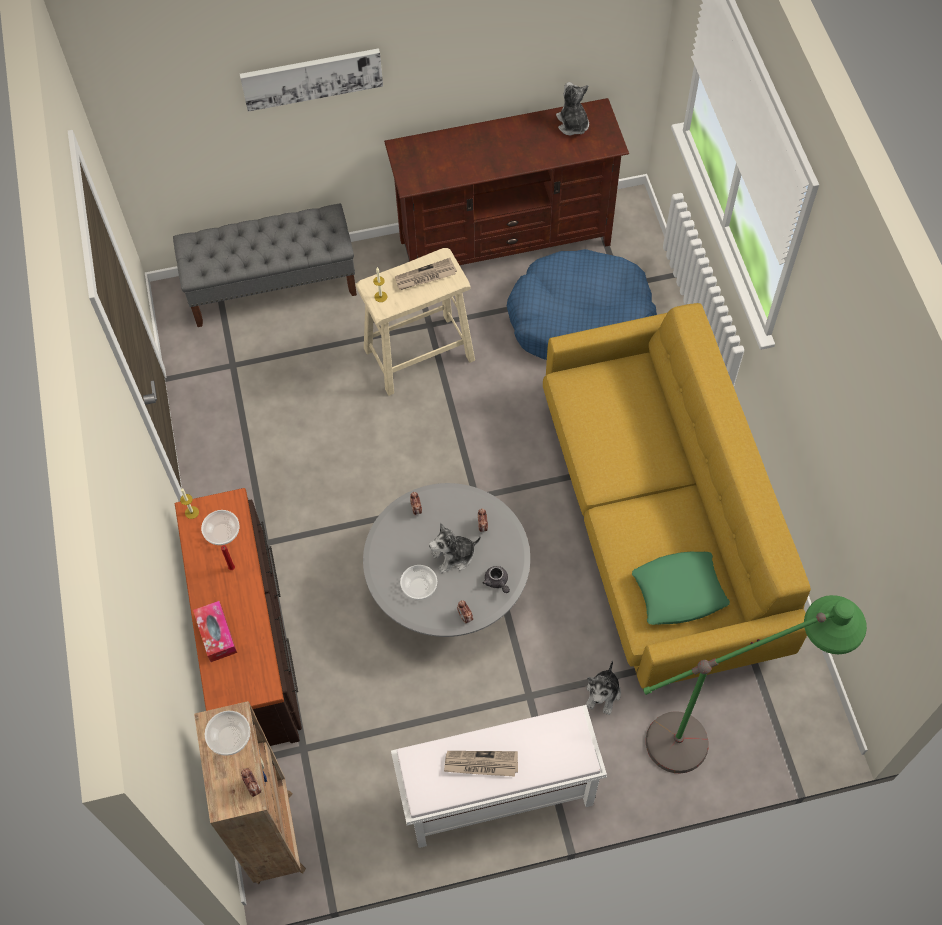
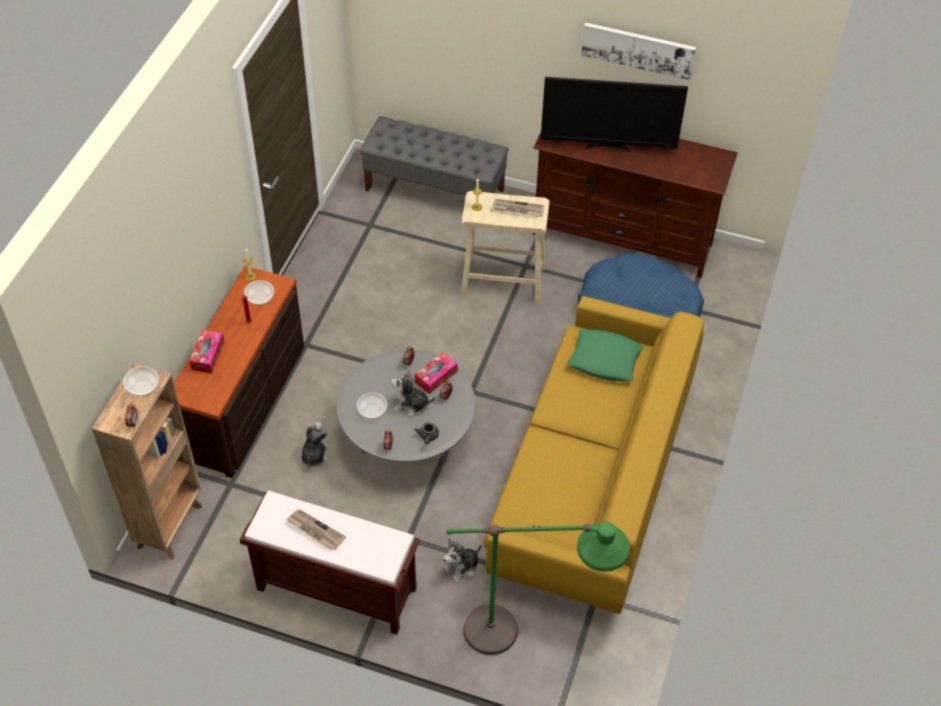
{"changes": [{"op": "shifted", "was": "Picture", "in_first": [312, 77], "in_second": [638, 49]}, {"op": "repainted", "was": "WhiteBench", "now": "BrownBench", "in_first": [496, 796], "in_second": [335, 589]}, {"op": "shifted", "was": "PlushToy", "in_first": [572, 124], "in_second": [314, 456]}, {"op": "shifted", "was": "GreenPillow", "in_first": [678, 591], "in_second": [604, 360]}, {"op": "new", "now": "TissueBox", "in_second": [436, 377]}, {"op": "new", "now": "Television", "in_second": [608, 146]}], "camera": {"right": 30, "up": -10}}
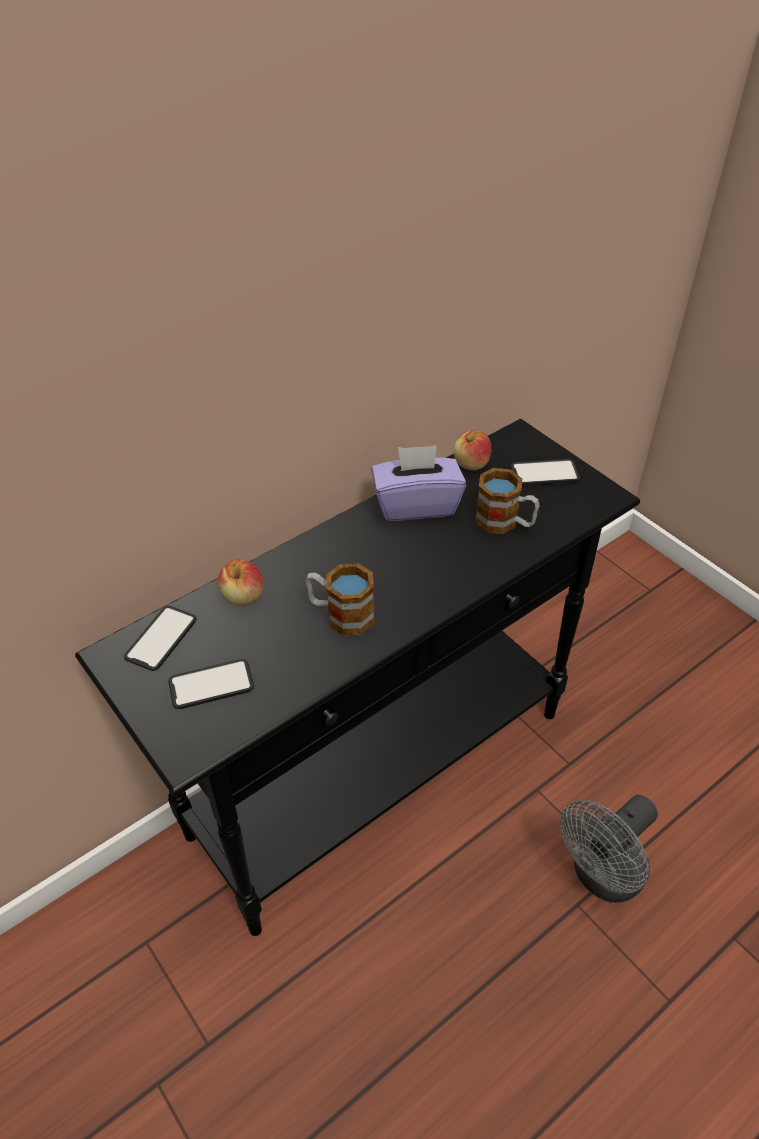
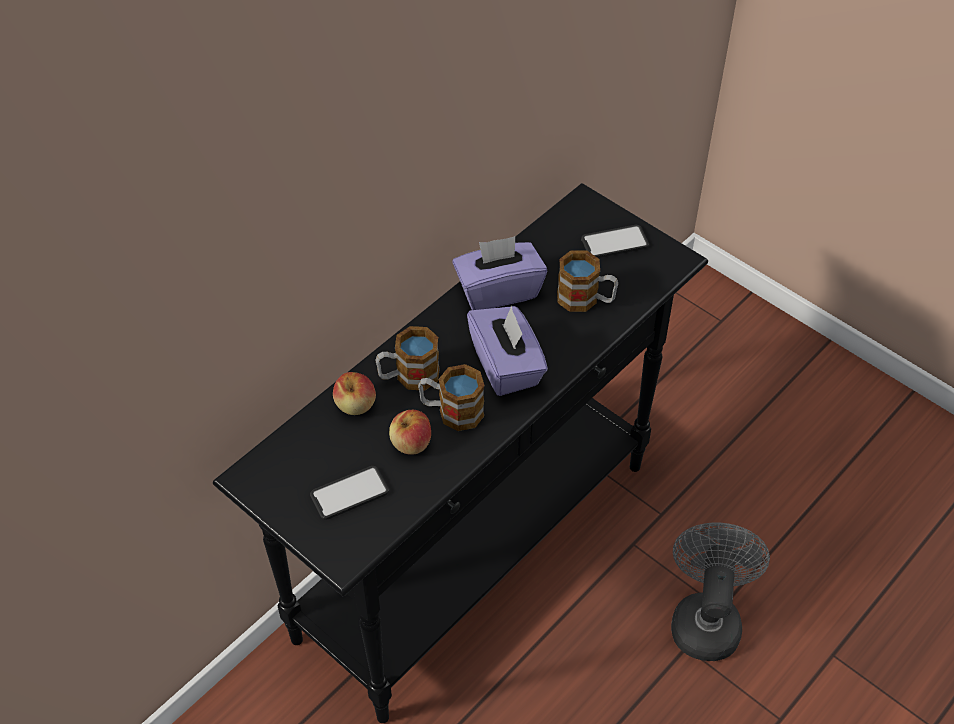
{"changes": [{"op": "gone", "was": "Phone", "in_first": [161, 638]}, {"op": "shifted", "was": "Apple", "in_first": [471, 463], "in_second": [411, 443]}, {"op": "rotated", "was": "GreyFan", "in_first": [601, 877], "in_second": [706, 618], "clockwise": 150}, {"op": "new", "now": "Mug", "in_second": [408, 376]}, {"op": "new", "now": "PurpleTissueBox", "in_second": [506, 366]}], "camera": {"right": -10, "up": 5}}
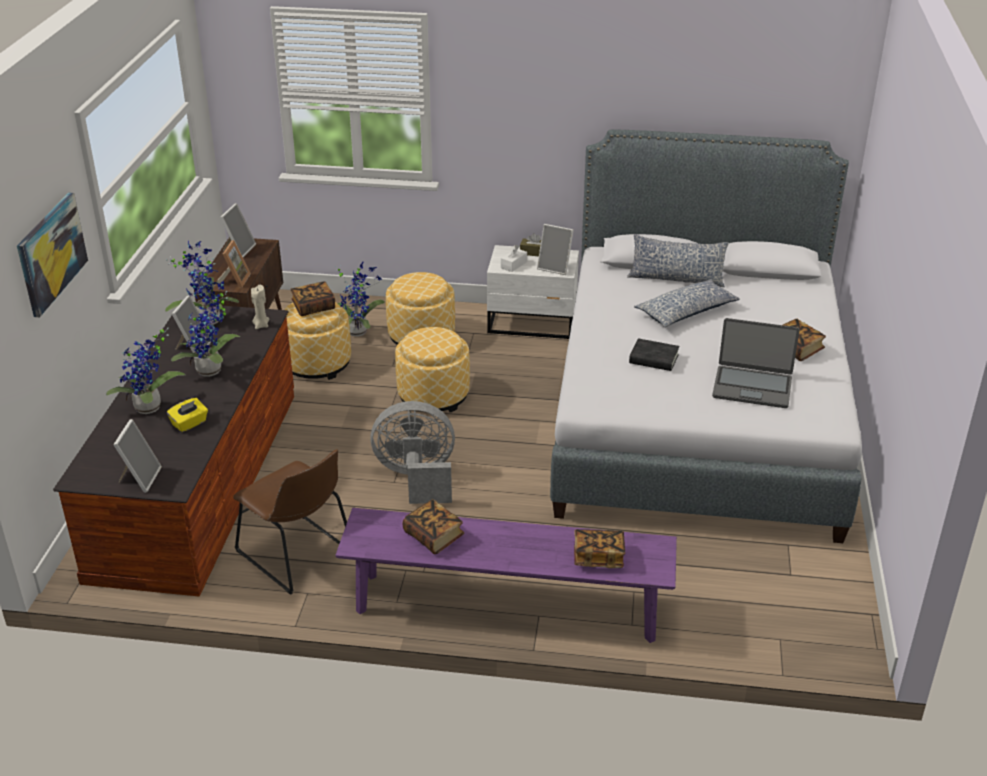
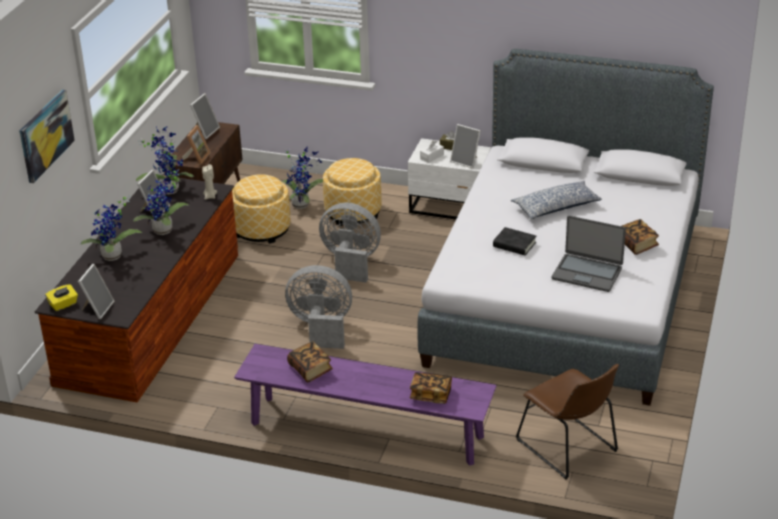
{"changes": [{"op": "shifted", "was": "YellowTissueBox", "in_first": [189, 423], "in_second": [63, 304]}, {"op": "shifted", "was": "BrownChair", "in_first": [298, 555], "in_second": [569, 448]}, {"op": "gone", "was": "Book", "in_first": [313, 307]}, {"op": "swapped", "was": "Ottoman", "now": "GreyFan", "in_first": [433, 395], "in_second": [350, 262]}, {"op": "gone", "was": "Pillow", "in_first": [676, 279]}], "camera": {"right": 10, "up": 0}}
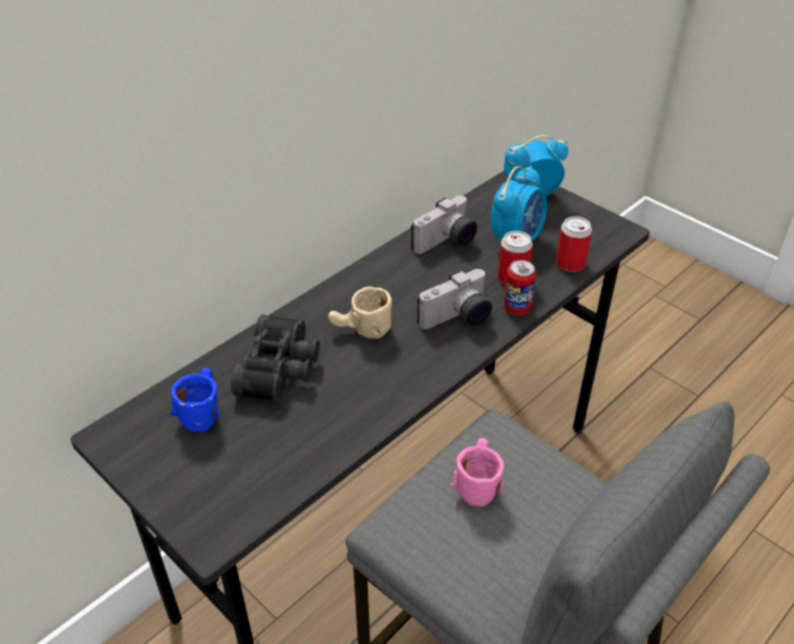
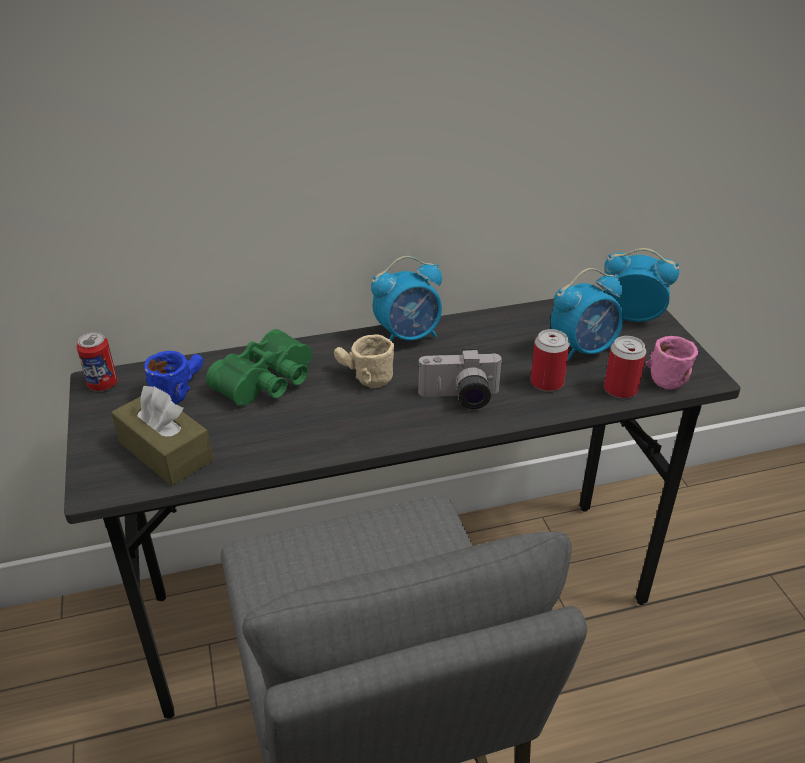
{"changes": [{"op": "repainted", "was": "BlackBinoculars", "now": "GreenBinoculars", "in_first": [282, 369], "in_second": [269, 383]}, {"op": "gone", "was": "PhotoCamera", "in_first": [447, 242]}, {"op": "shifted", "was": "PinkMug", "in_first": [475, 481], "in_second": [671, 374]}, {"op": "shifted", "was": "Can", "in_first": [517, 308], "in_second": [103, 384]}, {"op": "new", "now": "BrownTissueBox", "in_second": [165, 451]}, {"op": "new", "now": "AlarmClock", "in_second": [408, 336]}], "camera": {"right": 30, "up": -5}}
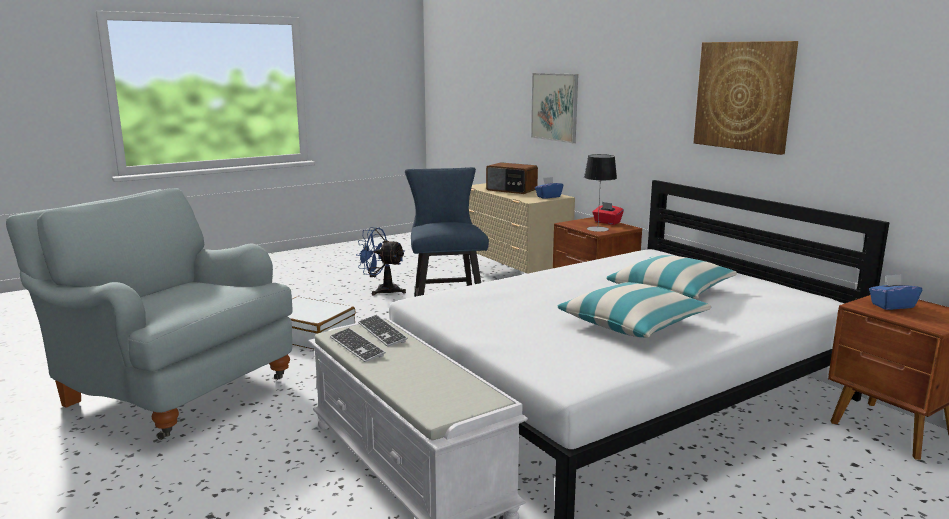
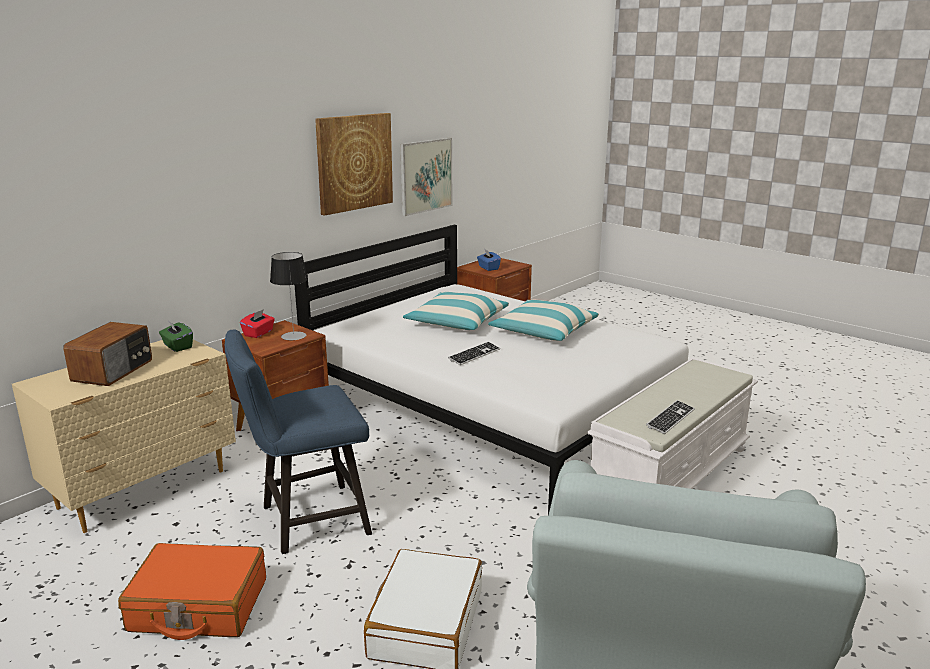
{"changes": [{"op": "swapped", "was": "BlueFan", "now": "OrangeSuitcase", "in_first": [382, 290], "in_second": [198, 606]}, {"op": "shifted", "was": "Keyboard", "in_first": [382, 332], "in_second": [474, 355]}, {"op": "shifted", "was": "Picture", "in_first": [554, 107], "in_second": [426, 176]}, {"op": "repainted", "was": "BlueTissueBox", "now": "GreenTissueBox", "in_first": [548, 197], "in_second": [177, 346]}], "camera": {"right": -105, "up": 5}}
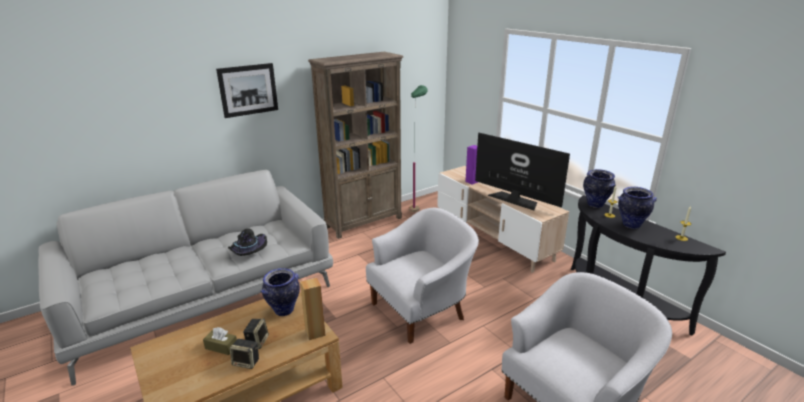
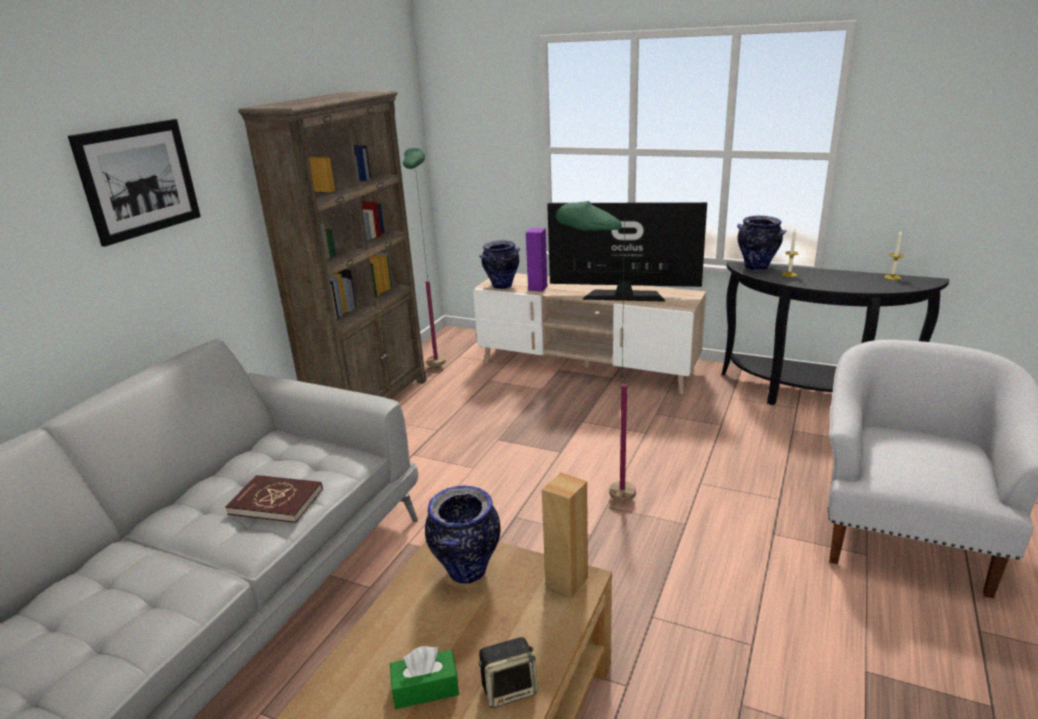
{"changes": [{"op": "repainted", "was": "BrownTissueBox", "now": "GreenTissueBox", "in_first": [221, 347], "in_second": [425, 688]}, {"op": "swapped", "was": "BlackHat", "now": "RedBook", "in_first": [247, 251], "in_second": [276, 501]}, {"op": "gone", "was": "Speaker", "in_first": [257, 341]}, {"op": "swapped", "was": "WhiteArmchair", "now": "GreenFloorLamp", "in_first": [421, 310], "in_second": [599, 497]}, {"op": "shifted", "was": "Vase", "in_first": [630, 225], "in_second": [501, 286]}], "camera": {"right": -30, "up": 0}}
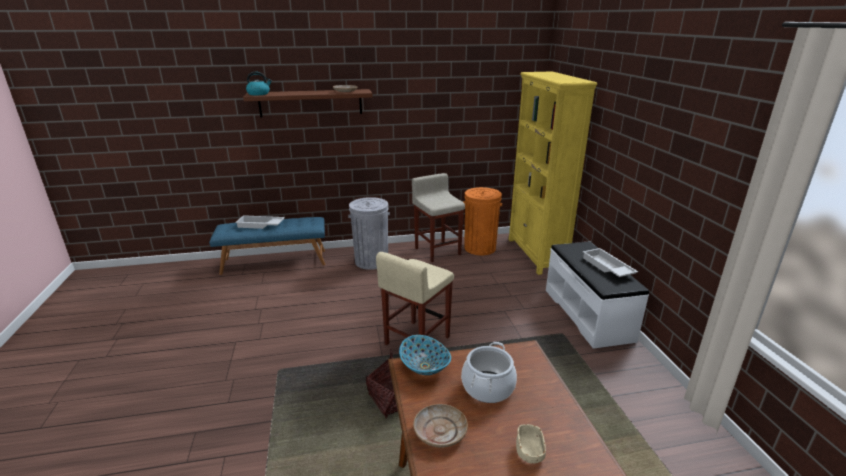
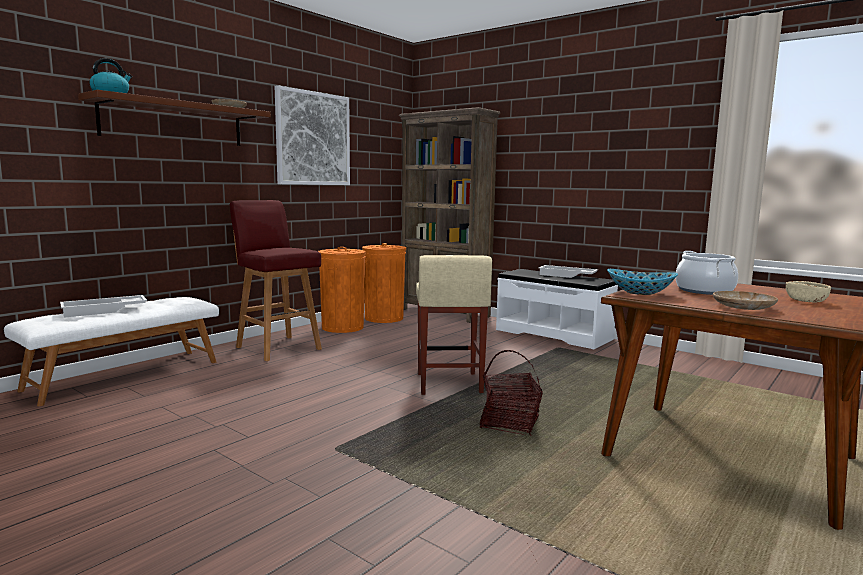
{"changes": [{"op": "repainted", "was": "BlueBench", "now": "WhiteBench", "in_first": [274, 261], "in_second": [124, 375]}, {"op": "swapped", "was": "GreyTrashCan", "now": "RedStool", "in_first": [371, 261], "in_second": [277, 347]}, {"op": "swapped", "was": "BeigeStool", "now": "OrangeTrashCan", "in_first": [437, 251], "in_second": [342, 327]}, {"op": "repainted", "was": "YellowBookcase", "now": "BrownBookcase", "in_first": [536, 255], "in_second": [445, 313]}, {"op": "new", "now": "Picture", "in_second": [313, 139]}], "camera": {"right": -40, "up": -15}}
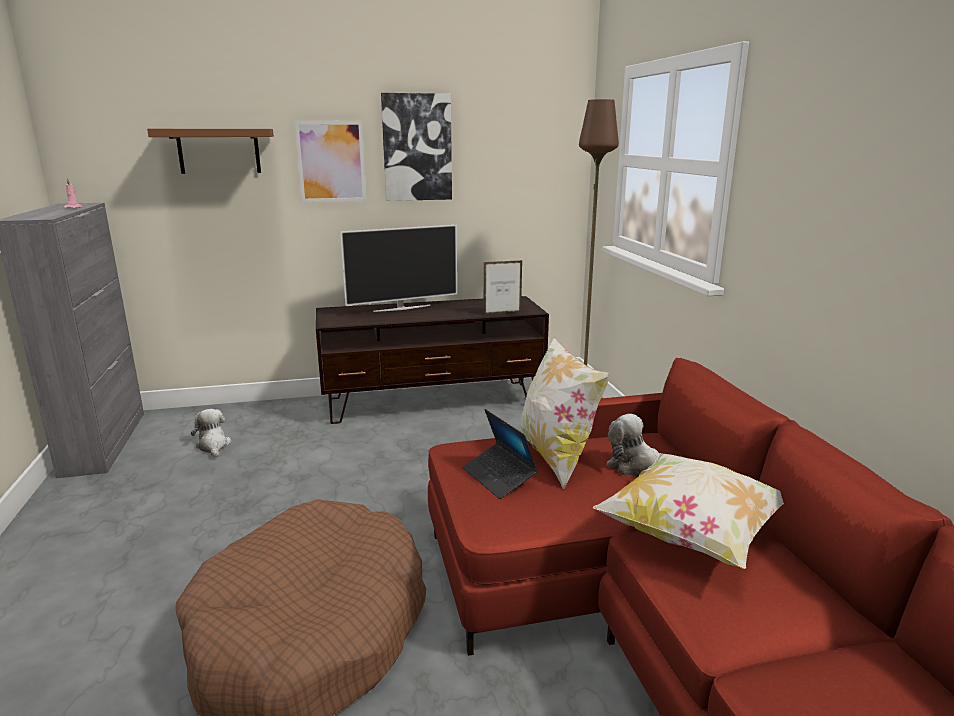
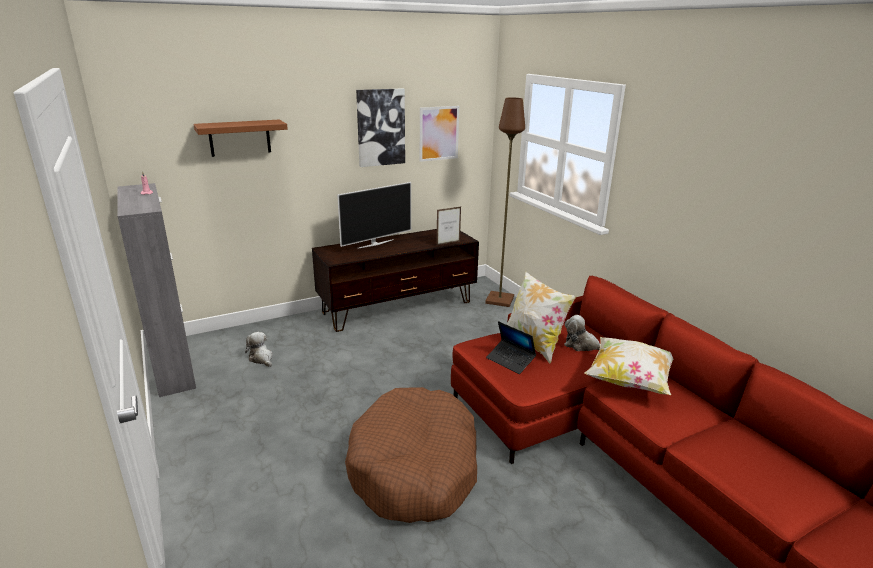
{"changes": [{"op": "shifted", "was": "Picture", "in_first": [331, 161], "in_second": [439, 133]}], "camera": {"right": -15, "up": 5}}
